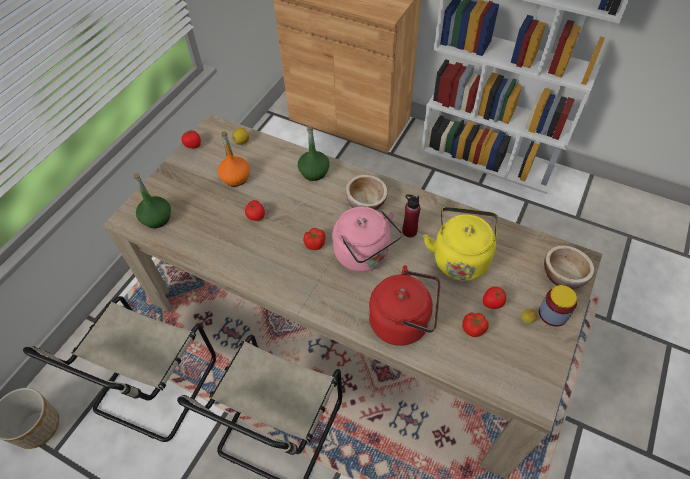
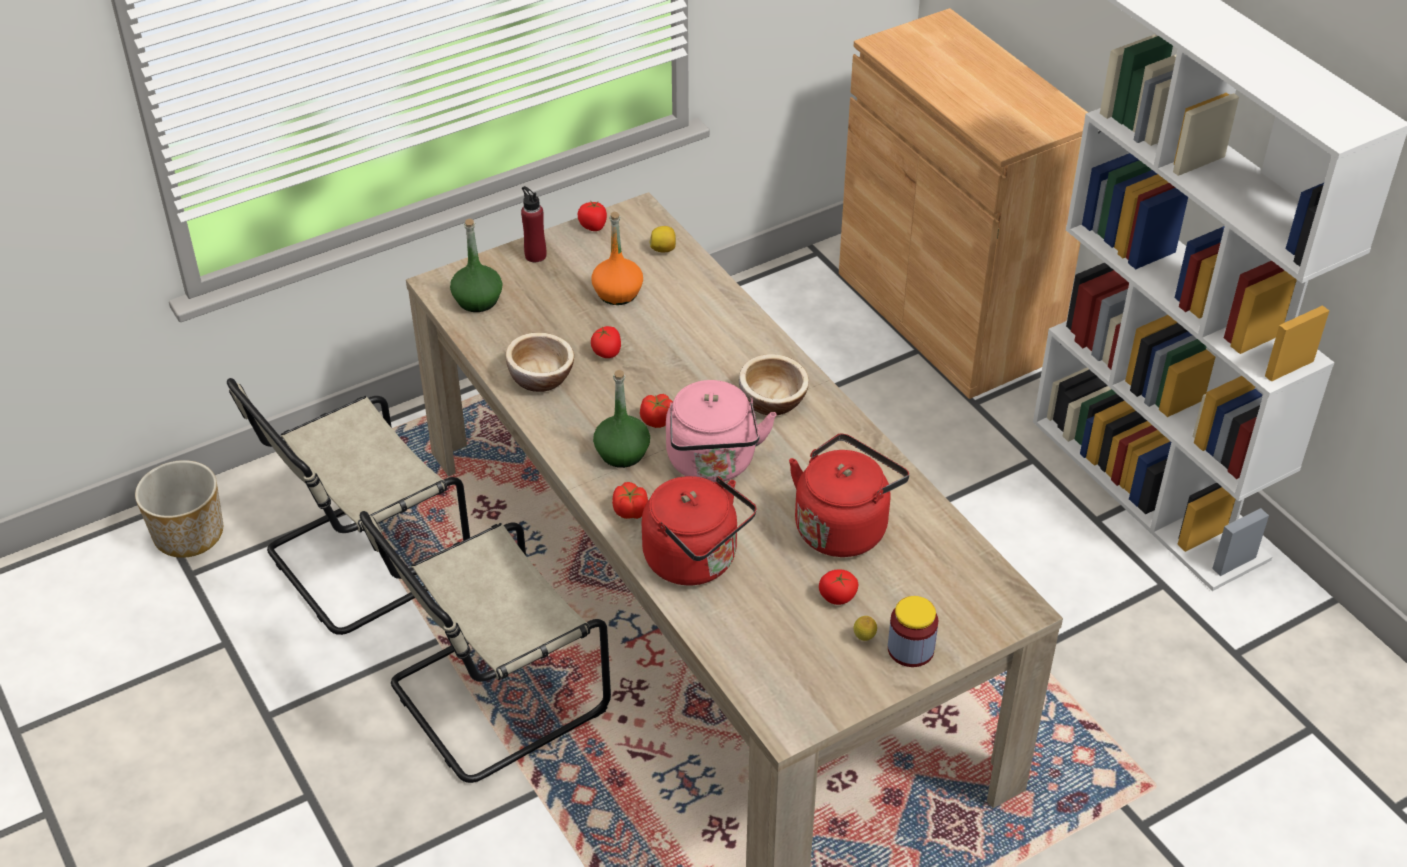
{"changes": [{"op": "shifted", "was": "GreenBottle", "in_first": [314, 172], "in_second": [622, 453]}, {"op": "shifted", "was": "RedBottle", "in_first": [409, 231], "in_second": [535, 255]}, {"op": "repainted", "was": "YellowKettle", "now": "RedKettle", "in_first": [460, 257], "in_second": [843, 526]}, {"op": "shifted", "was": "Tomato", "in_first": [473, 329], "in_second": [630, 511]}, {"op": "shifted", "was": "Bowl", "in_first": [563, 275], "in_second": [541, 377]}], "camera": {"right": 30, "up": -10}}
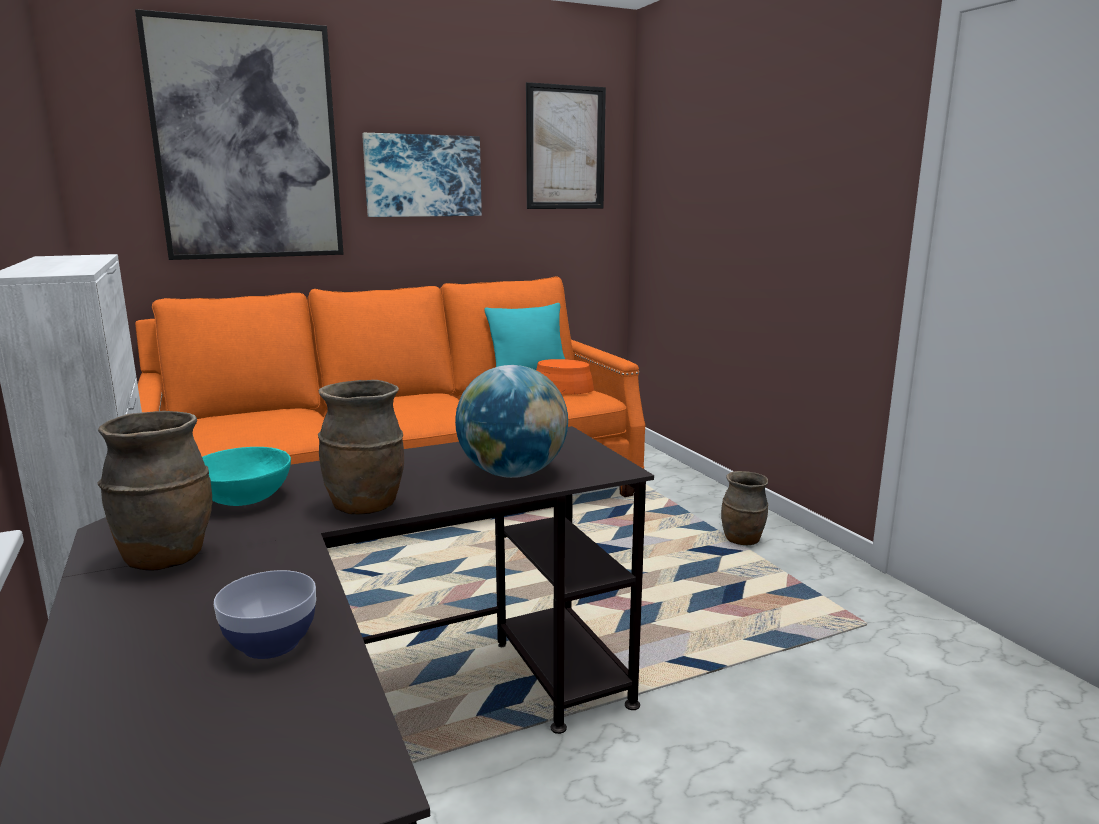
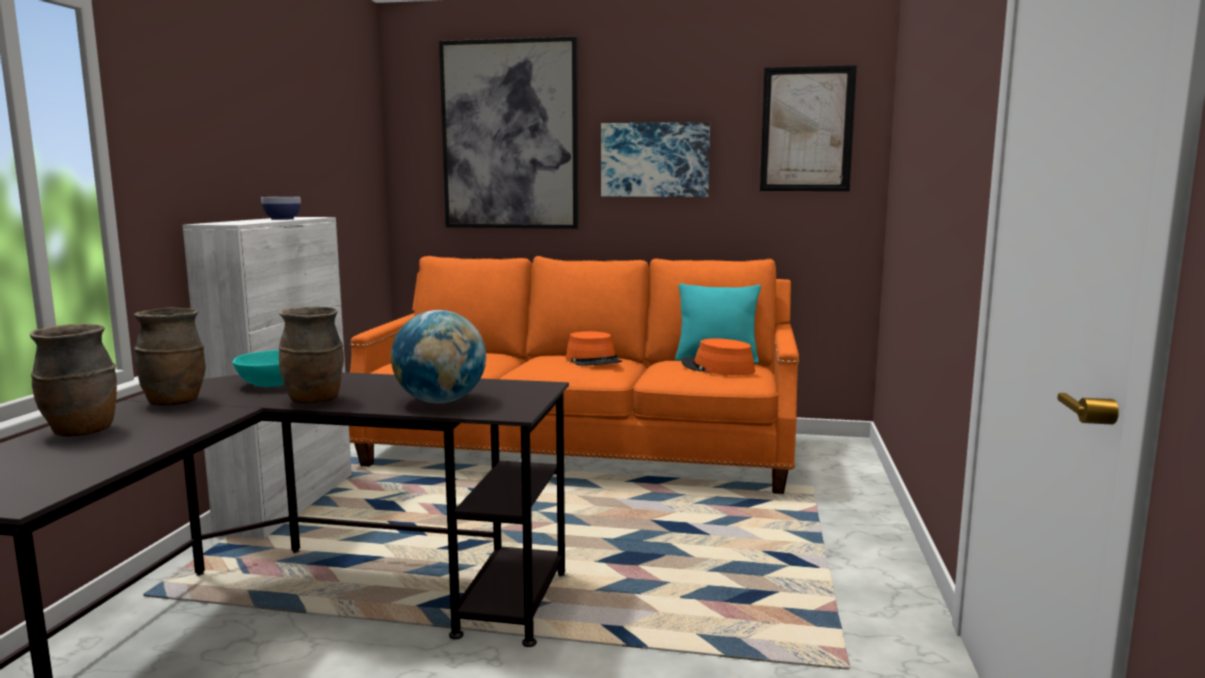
{"changes": [{"op": "shifted", "was": "Bowl", "in_first": [271, 643], "in_second": [282, 219]}, {"op": "shifted", "was": "BrownVase", "in_first": [742, 540], "in_second": [82, 432]}, {"op": "new", "now": "OrangeHat", "in_second": [593, 360]}], "camera": {"right": 35, "up": -5}}
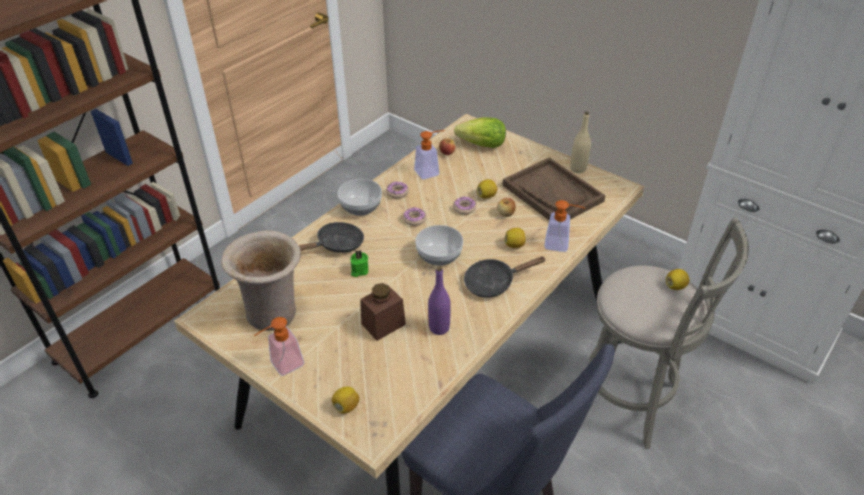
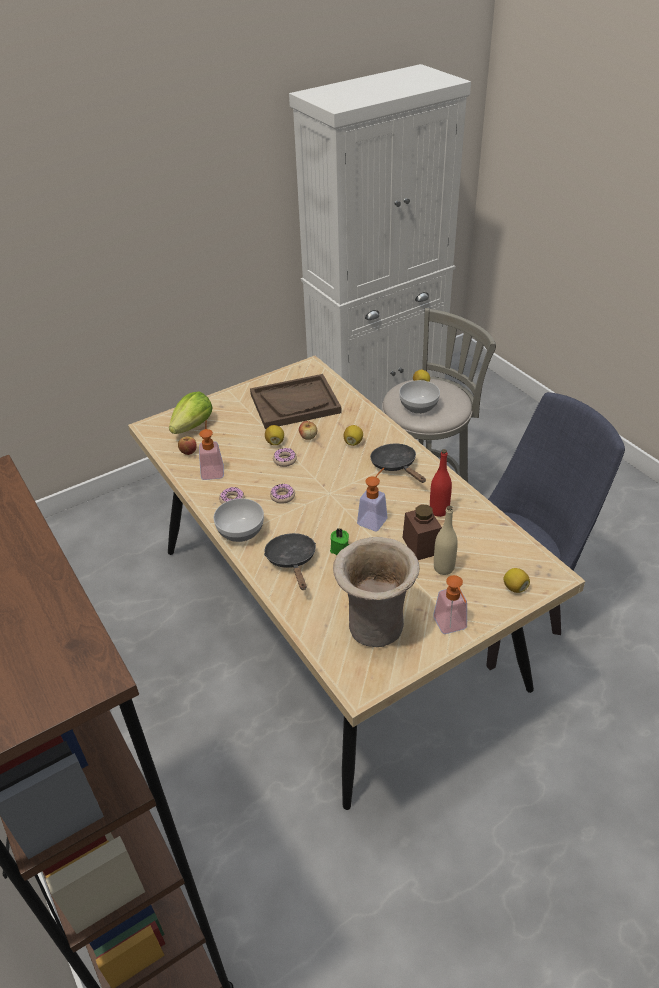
{"changes": [{"op": "shifted", "was": "Bowl", "in_first": [440, 256], "in_second": [419, 406]}, {"op": "repainted", "was": "PurpleBottle", "now": "RedBottle", "in_first": [439, 328], "in_second": [439, 510]}, {"op": "rotated", "was": "BlackFryingPan", "in_first": [493, 283], "in_second": [396, 466], "clockwise": 150}, {"op": "shifted", "was": "SoapDispenser", "in_first": [561, 245], "in_second": [374, 518]}, {"op": "shifted", "was": "BeigeBottle", "in_first": [578, 169], "in_second": [443, 568]}], "camera": {"right": -70, "up": 0}}
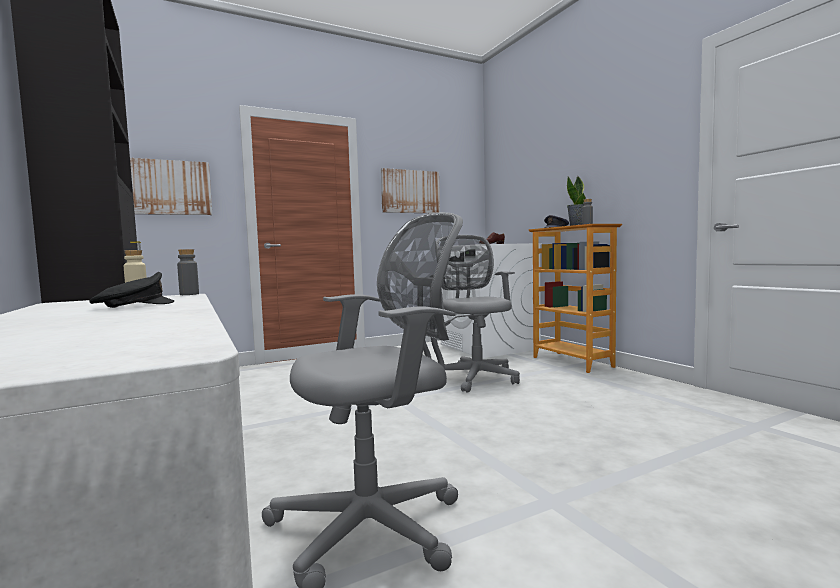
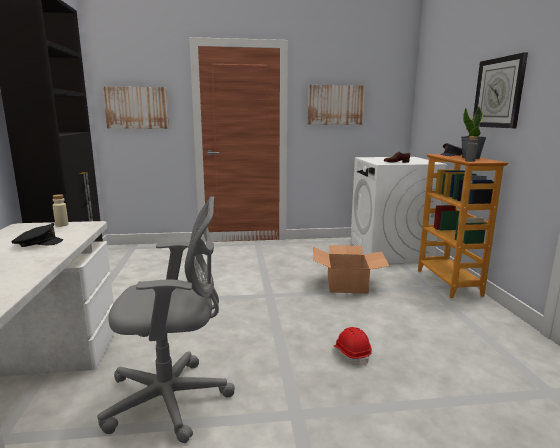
{"changes": [{"op": "gone", "was": "GreyBottle", "in_first": [189, 294]}, {"op": "swapped", "was": "GreyOfficeChair", "now": "CardboardBox", "in_first": [475, 377], "in_second": [347, 284]}, {"op": "new", "now": "RedHardHat", "in_second": [352, 354]}, {"op": "new", "now": "WallClock", "in_second": [499, 93]}], "camera": {"right": 20, "up": 10}}
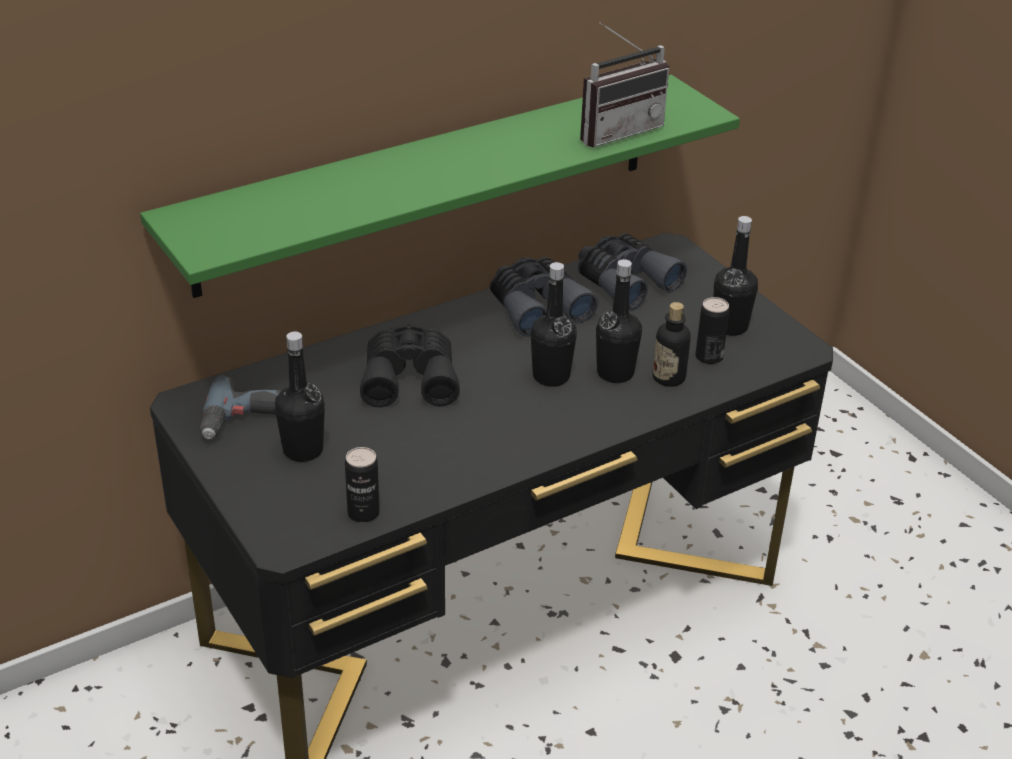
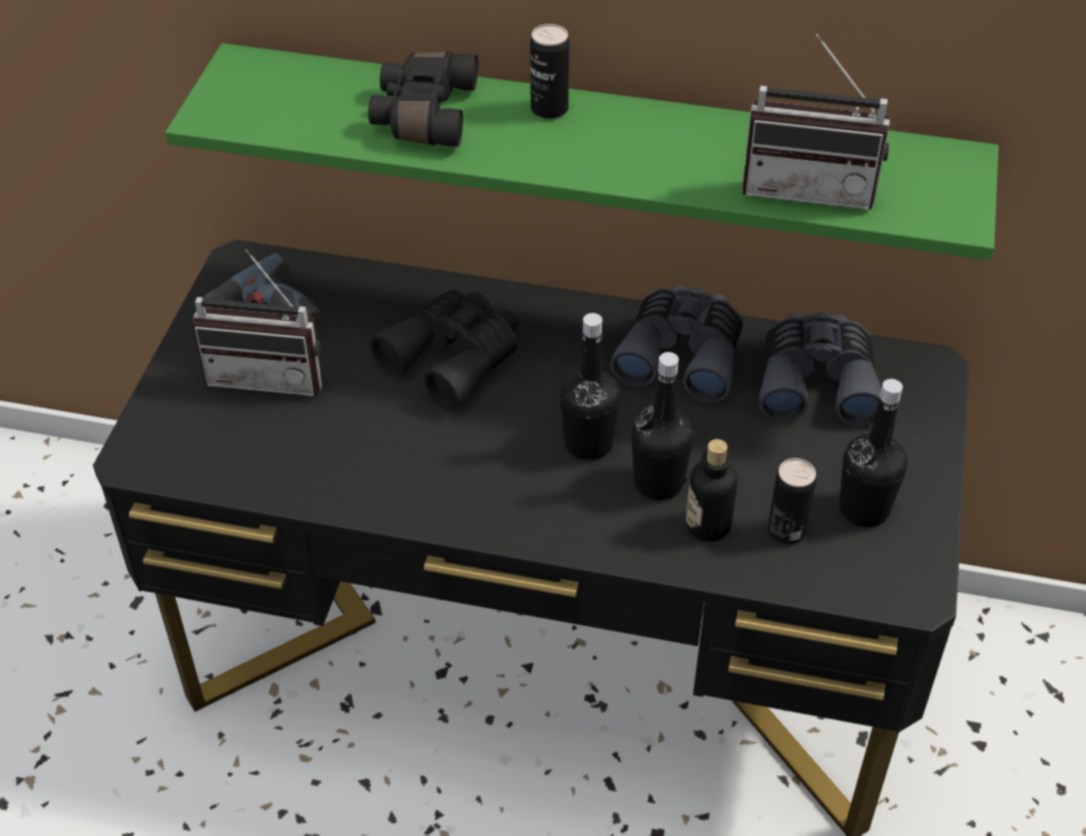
{"changes": [{"op": "swapped", "was": "BlackBottle", "now": "Radio", "in_first": [303, 450], "in_second": [269, 374]}, {"op": "shifted", "was": "Can", "in_first": [363, 513], "in_second": [549, 109]}, {"op": "new", "now": "BlackBinoculars", "in_second": [422, 114]}], "camera": {"right": 45, "up": 10}}
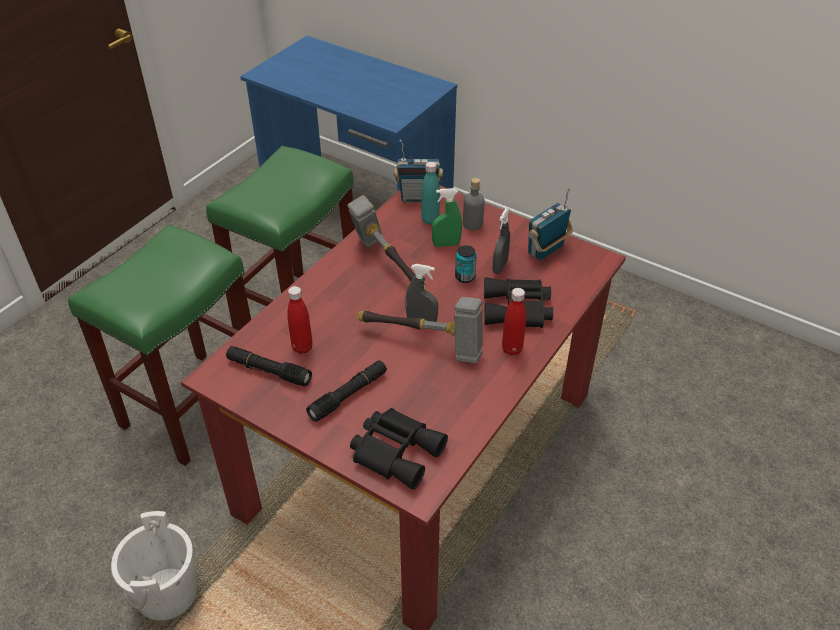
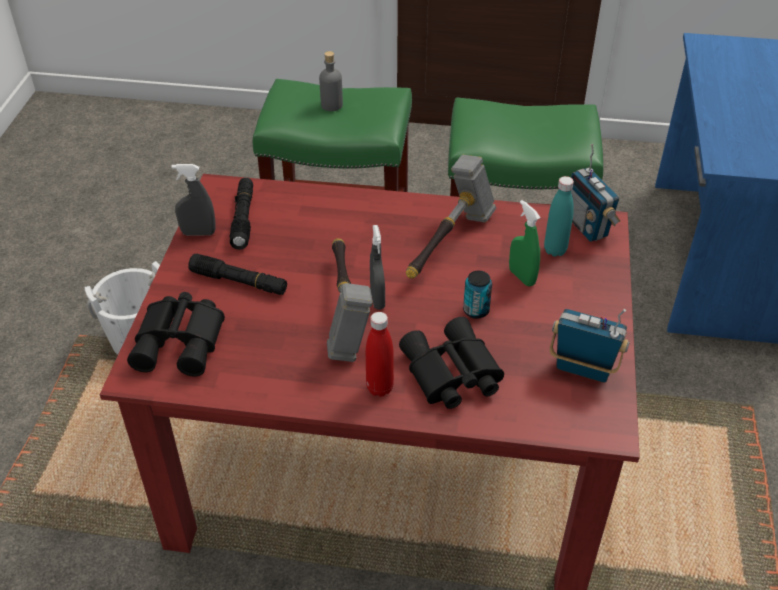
{"changes": [{"op": "gone", "was": "RedBottle", "in_first": [302, 347]}, {"op": "shifted", "was": "GreyBottle", "in_first": [472, 224], "in_second": [331, 105]}, {"op": "shifted", "was": "GreySprayBottle", "in_first": [500, 267], "in_second": [198, 233]}], "camera": {"right": 65, "up": 0}}
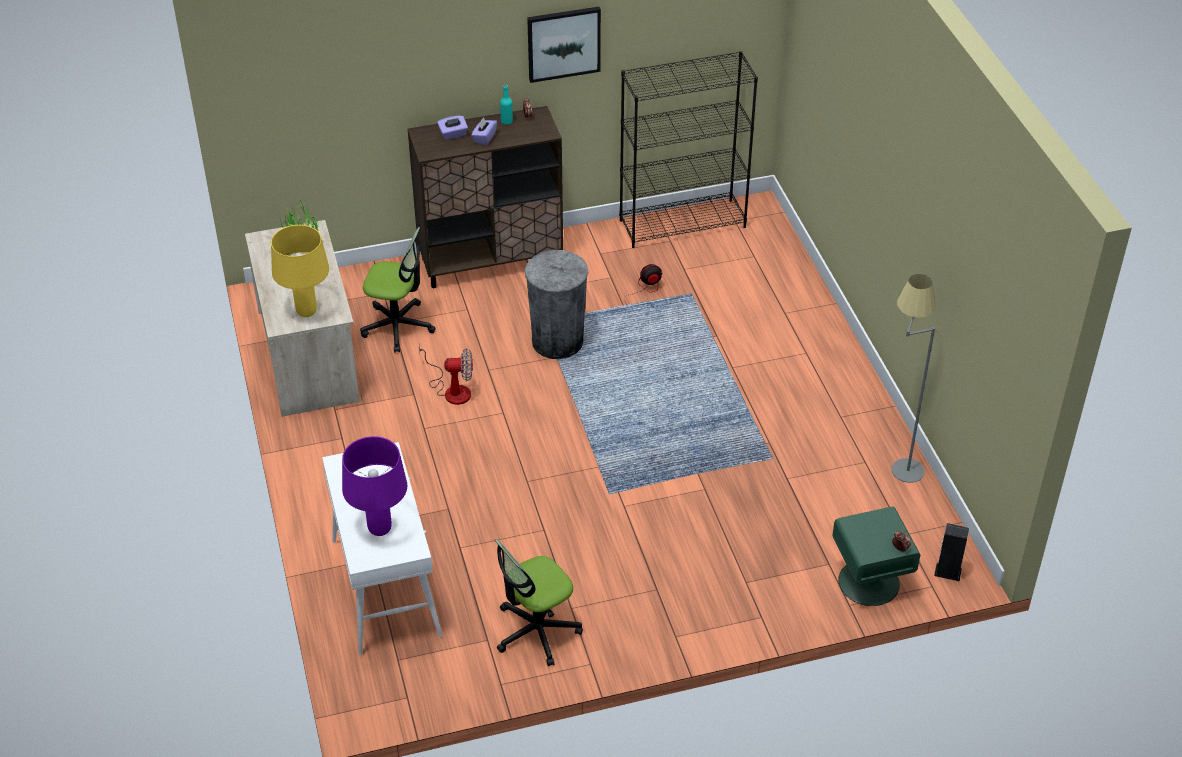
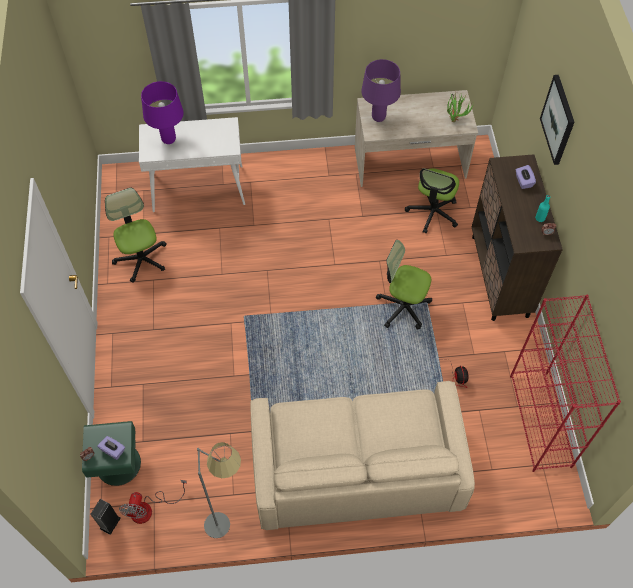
{"changes": [{"op": "repainted", "was": "YellowTableLamp", "now": "PurpleTableLamp", "in_first": [306, 312], "in_second": [378, 117]}, {"op": "shifted", "was": "Fan", "in_first": [452, 389], "in_second": [149, 508]}, {"op": "shifted", "was": "PurpleTissueBox", "in_first": [484, 138], "in_second": [113, 450]}, {"op": "swapped", "was": "GreyTrashCan", "now": "OfficeChair", "in_first": [557, 341], "in_second": [403, 307]}, {"op": "shifted", "was": "Picture", "in_first": [563, 43], "in_second": [558, 120]}, {"op": "repainted", "was": "BlackBookcase", "now": "RedBookcase", "in_first": [683, 223], "in_second": [540, 421]}, {"op": "new", "now": "BeigeSofa", "in_second": [356, 469]}], "camera": {"right": 100, "up": 15}}
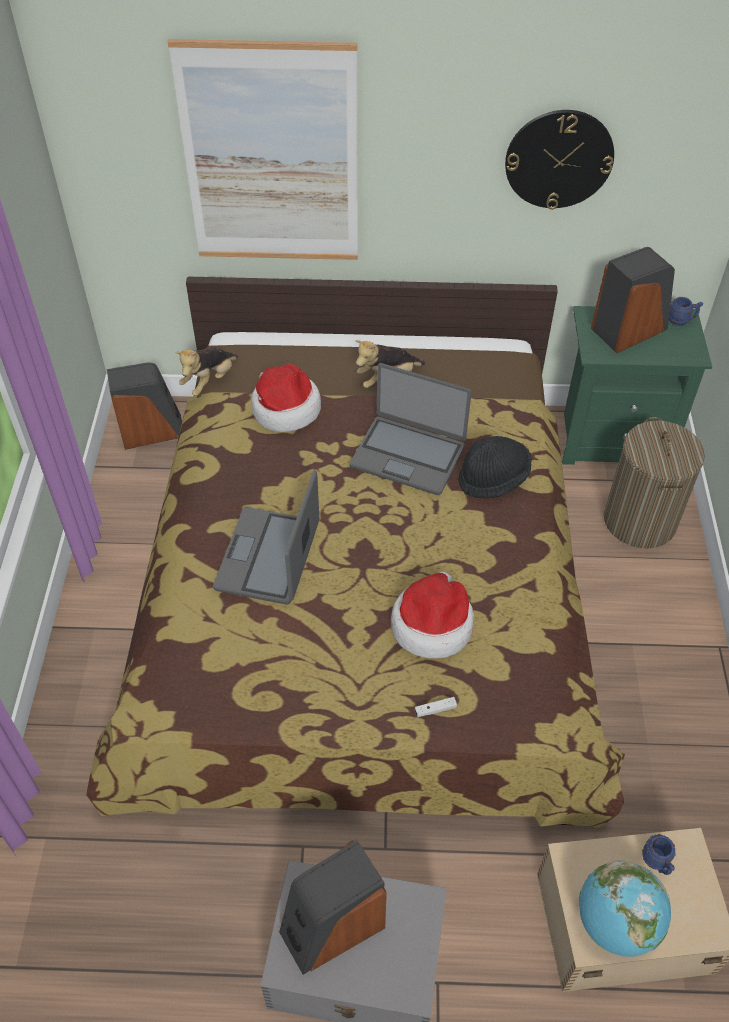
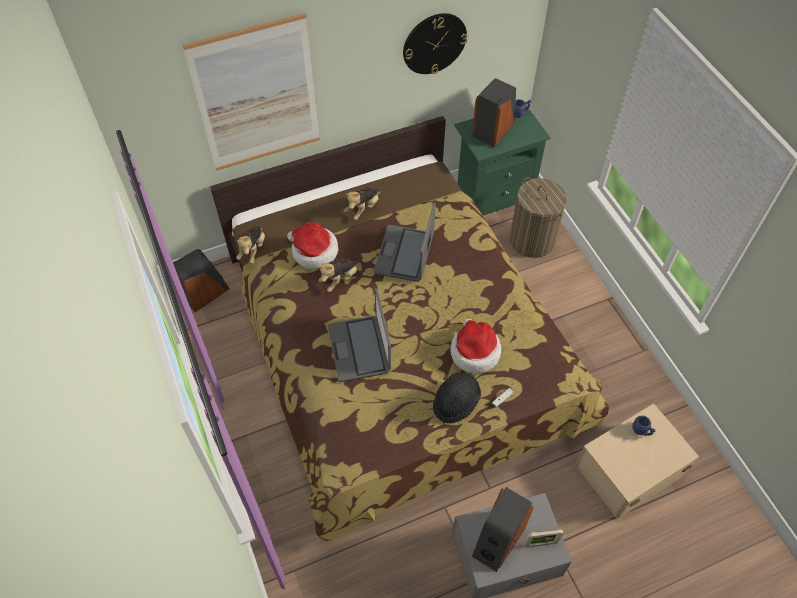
{"changes": [{"op": "rotated", "was": "Laptop", "in_first": [408, 455], "in_second": [405, 254], "clockwise": 105}, {"op": "shifted", "was": "BlackHat", "in_first": [493, 478], "in_second": [455, 402]}, {"op": "gone", "was": "Globe", "in_first": [615, 923]}, {"op": "new", "now": "PlushToy", "in_second": [340, 279]}, {"op": "new", "now": "PictureFrame", "in_second": [540, 543]}], "camera": {"right": -25, "up": 5}}
